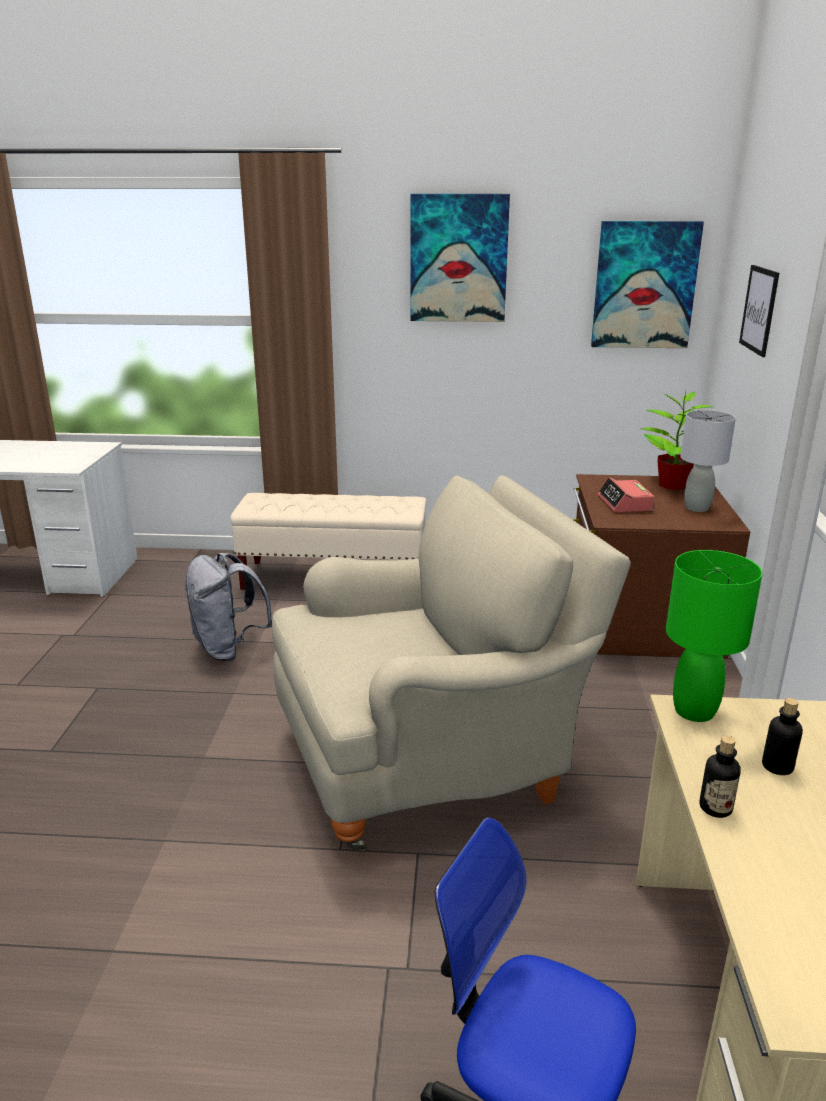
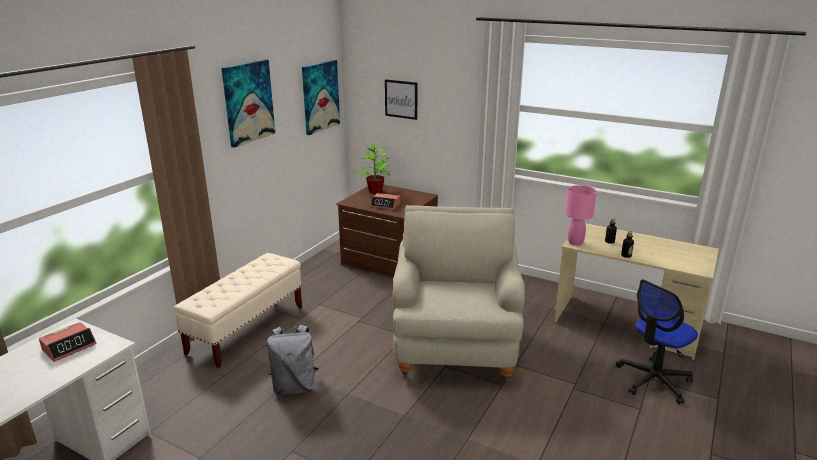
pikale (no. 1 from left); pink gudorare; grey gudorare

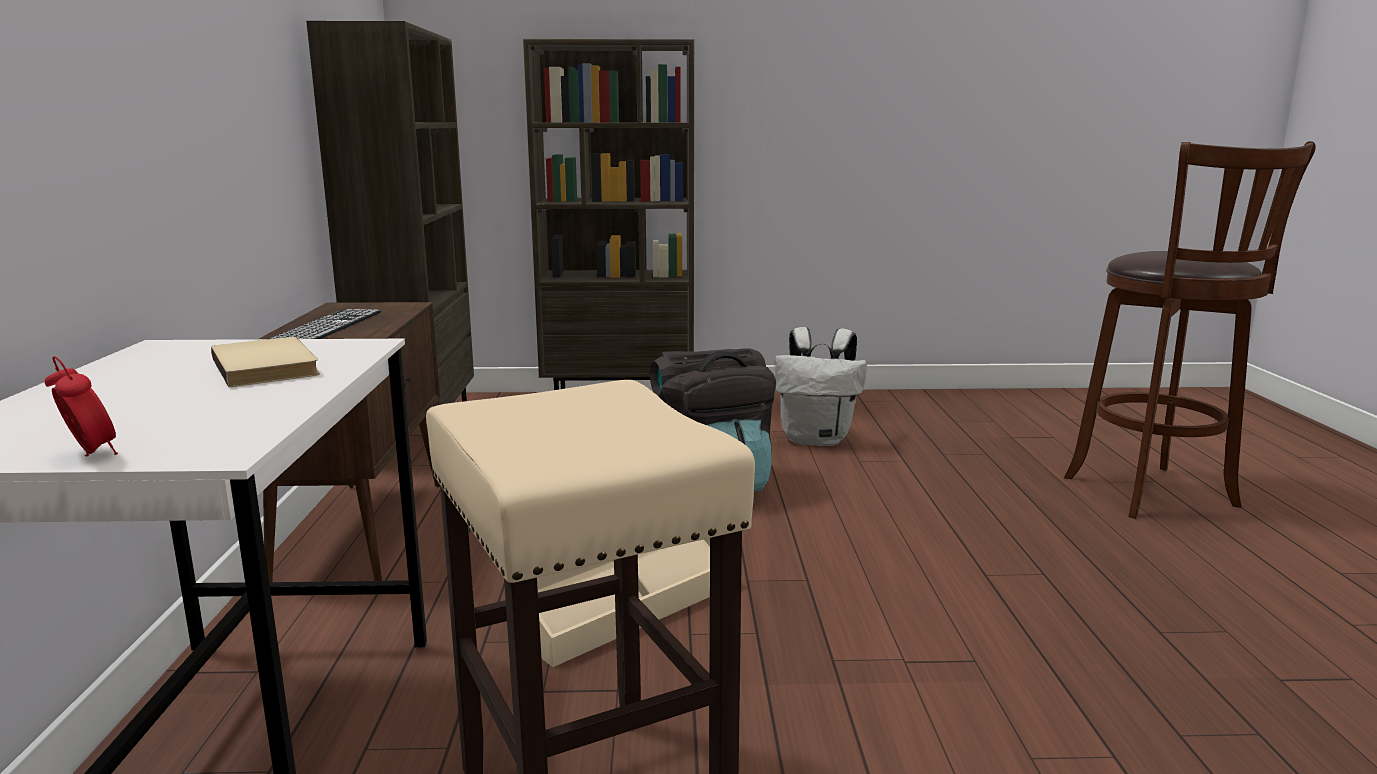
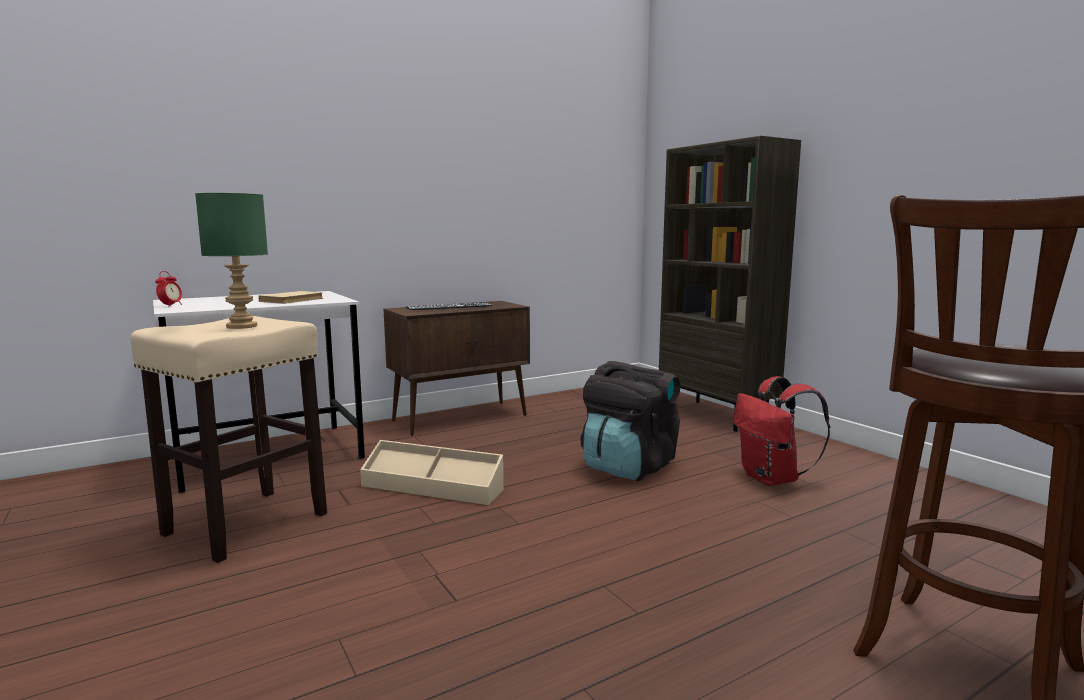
green gudorare; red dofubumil; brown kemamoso (no. 1 from left in the first image)

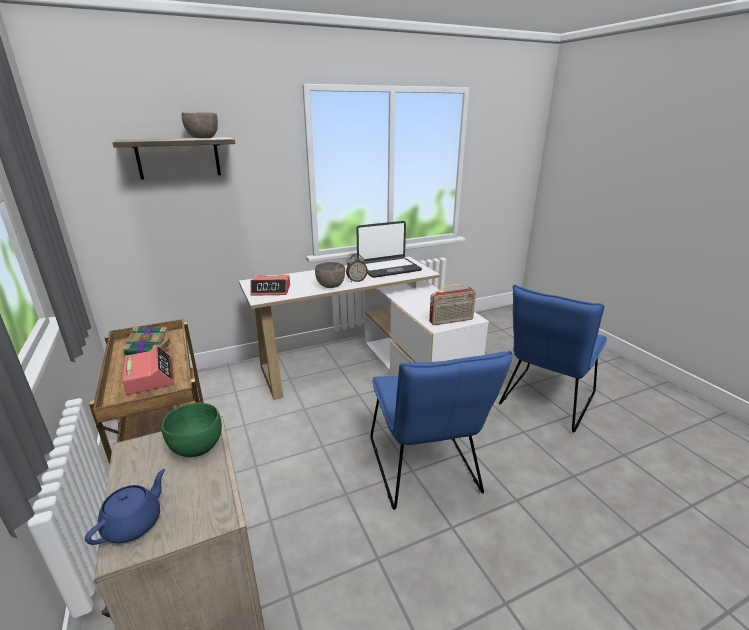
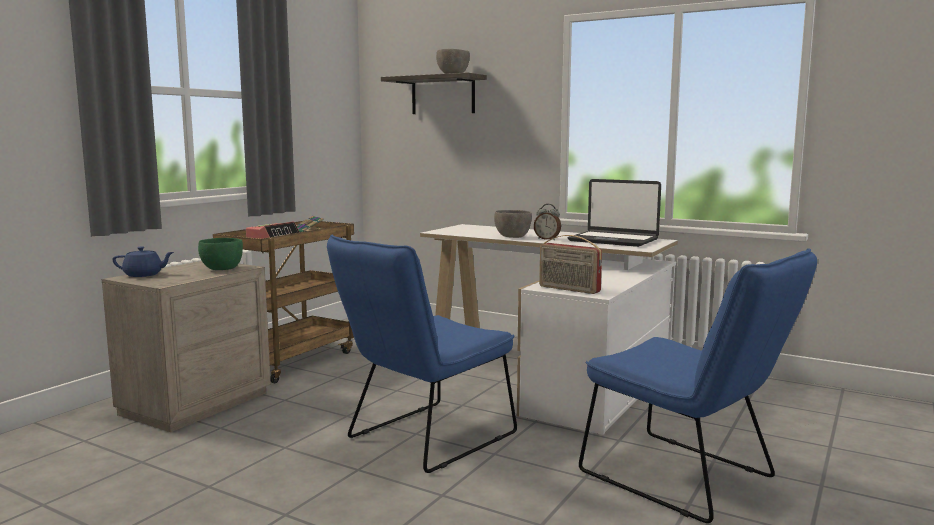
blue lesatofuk (no. 2 from left); pikale (no. 2 from left in the first image)

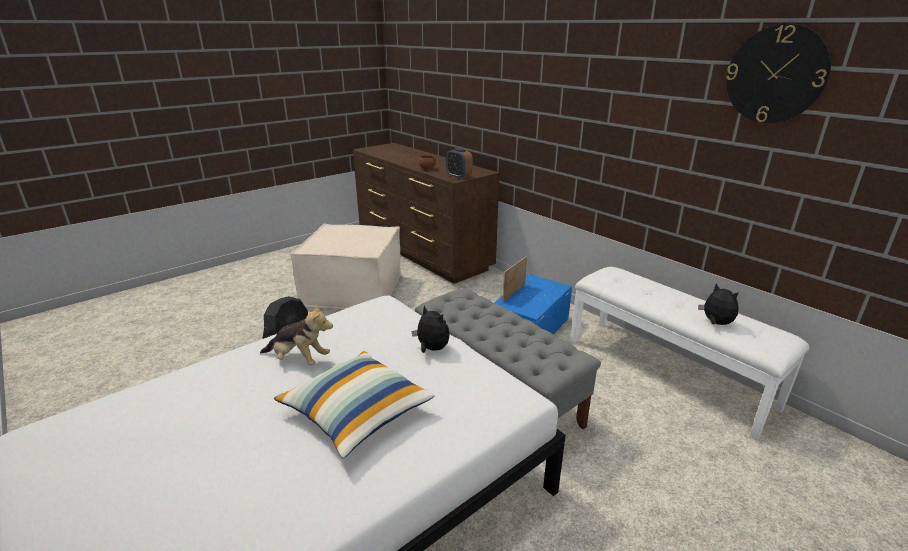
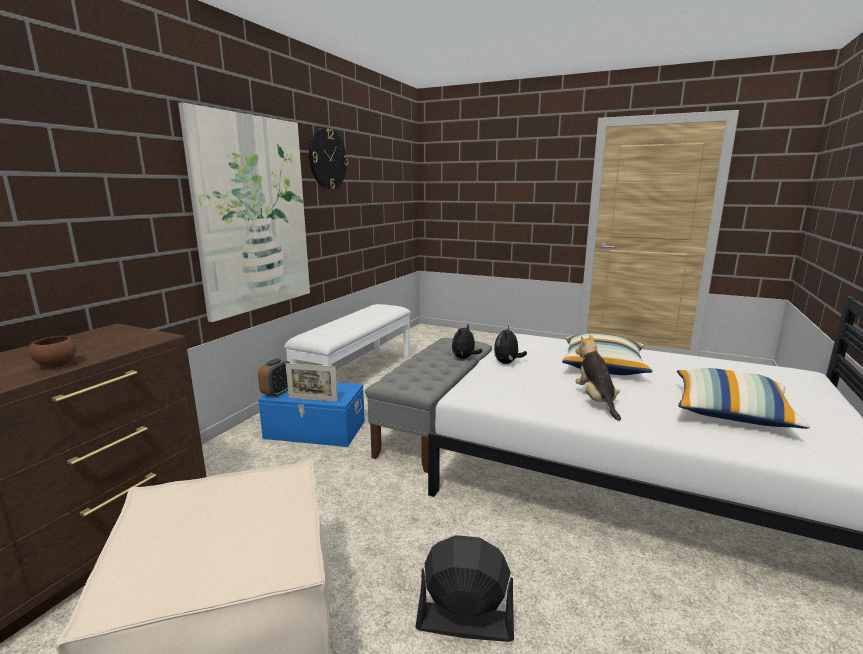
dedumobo; pikale; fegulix (no. 1 from left); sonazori (no. 2 from left)

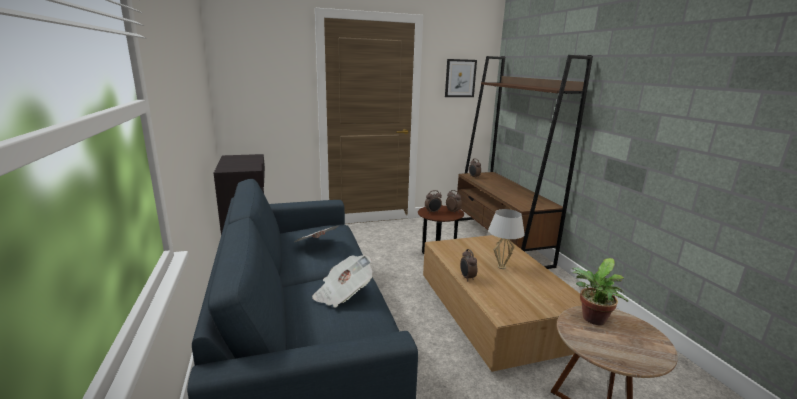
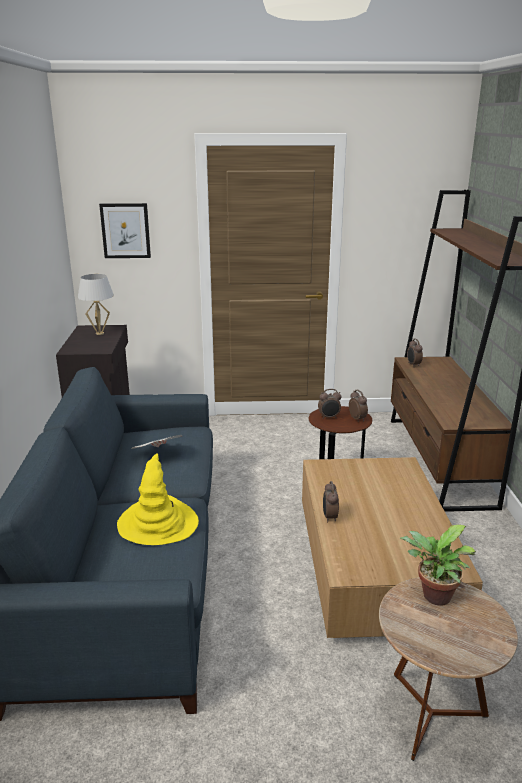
white gudorare; dedumobo; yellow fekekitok

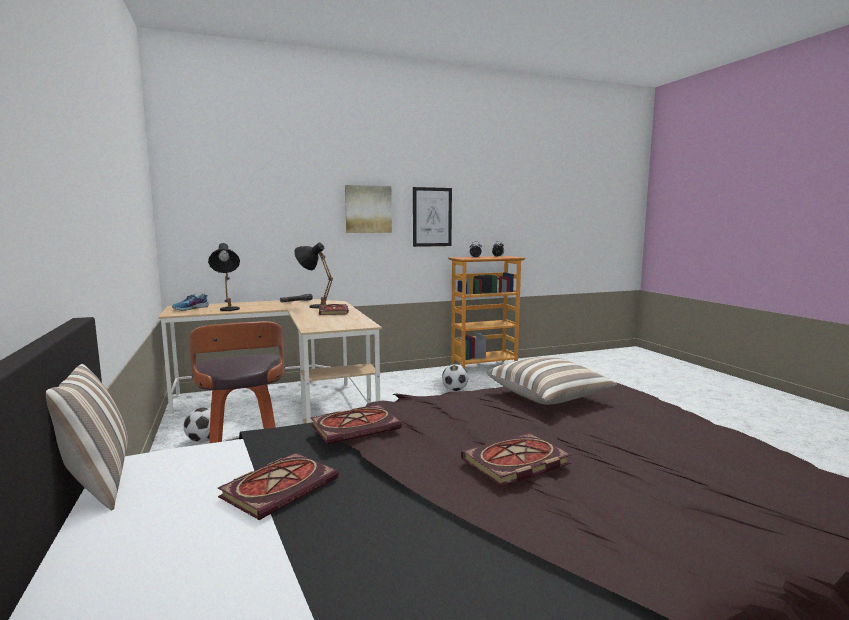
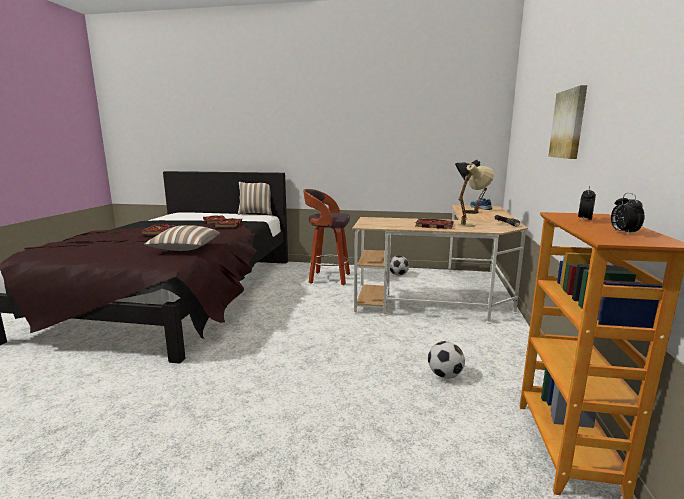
beige gudorare; dedumobo (no. 2 from left in the first image)

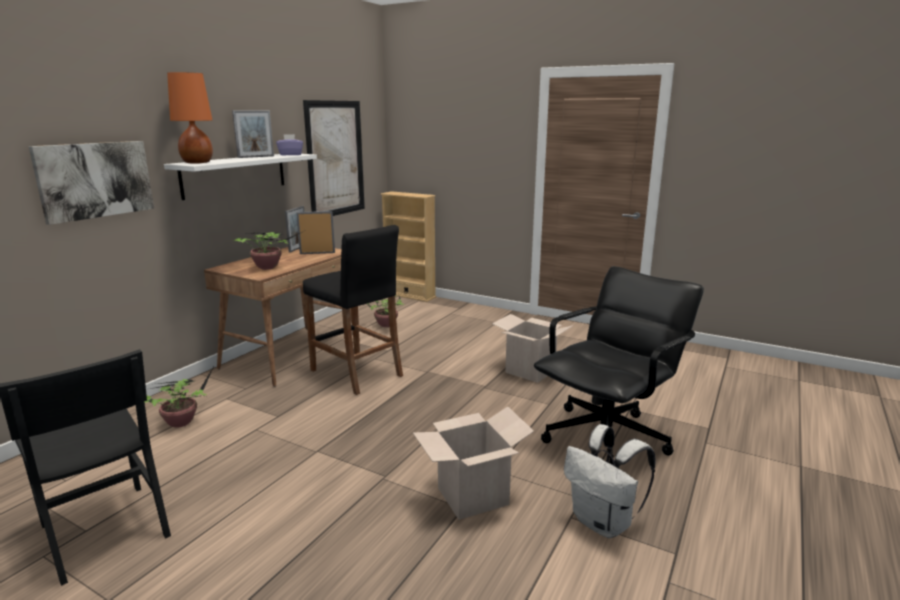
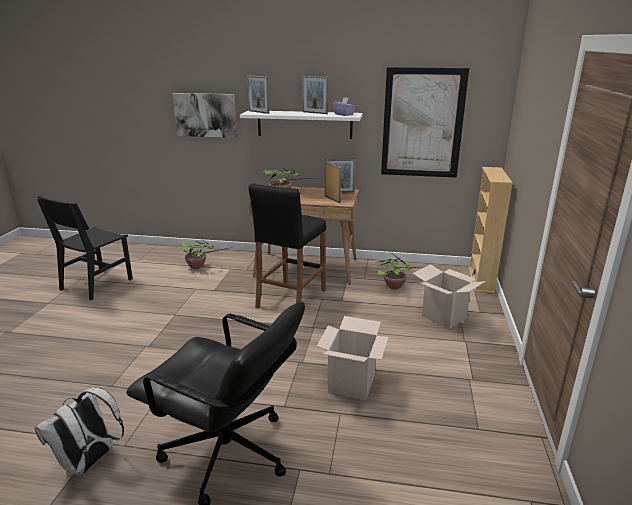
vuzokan (no. 1 from left); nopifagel (no. 2 from left)

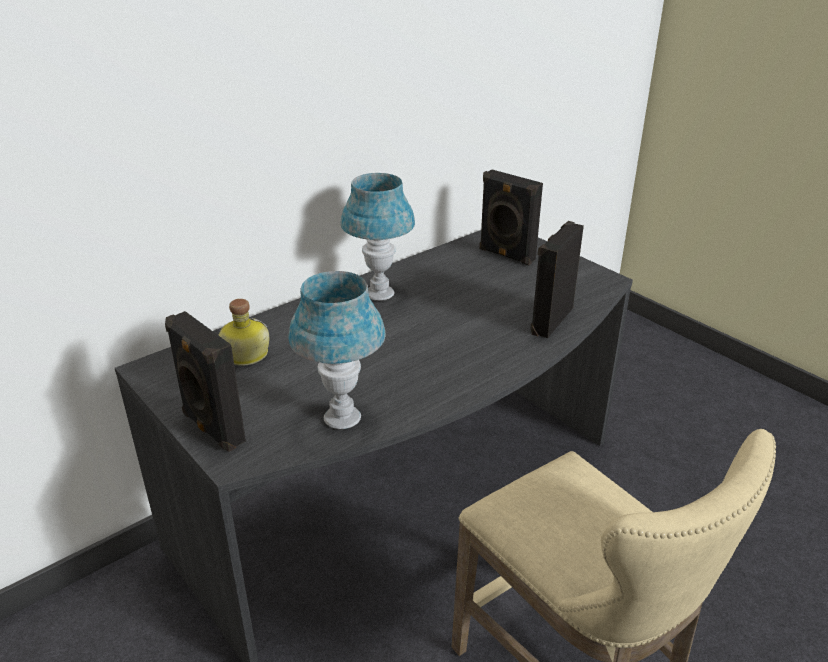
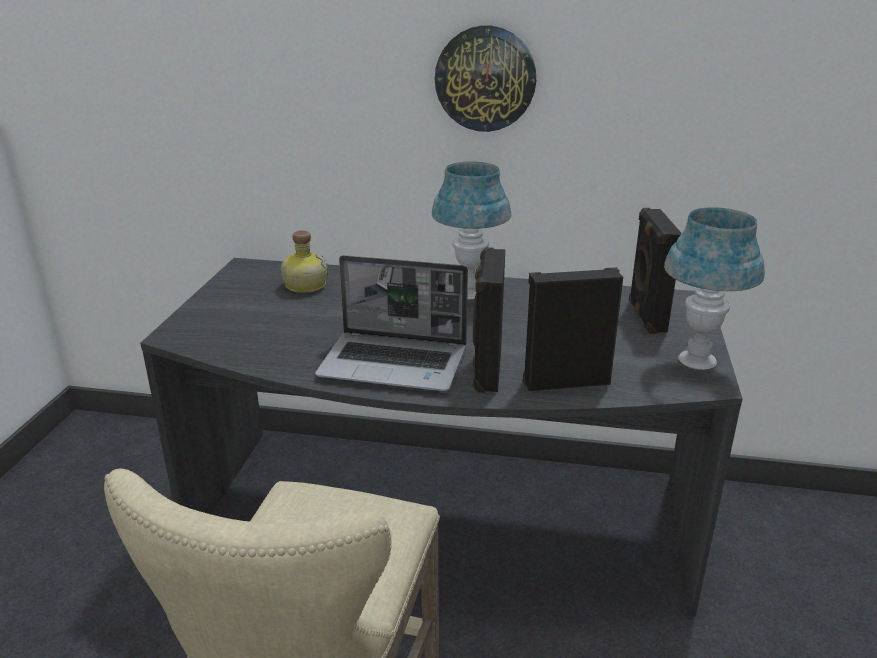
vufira; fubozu; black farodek (no. 1 from left); blue gudorare (no. 2 from left)

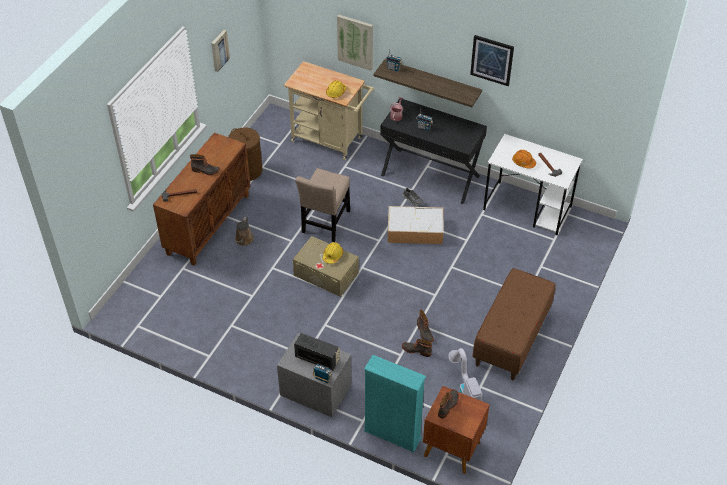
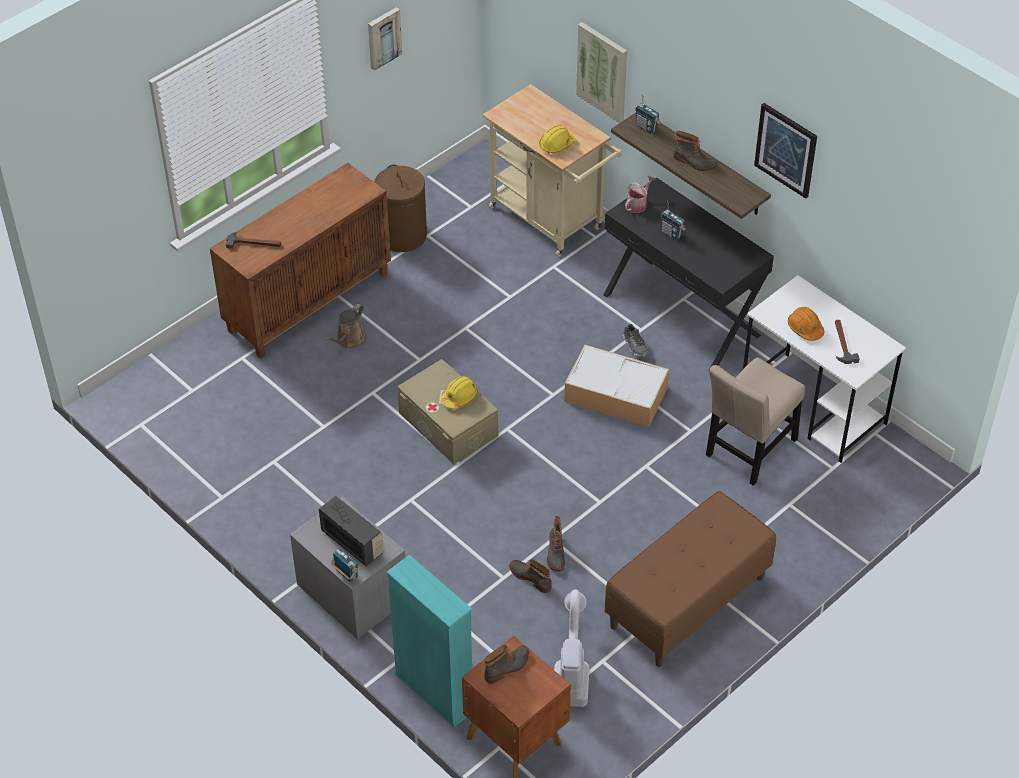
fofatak (no. 4 from left); beige lesatofuk

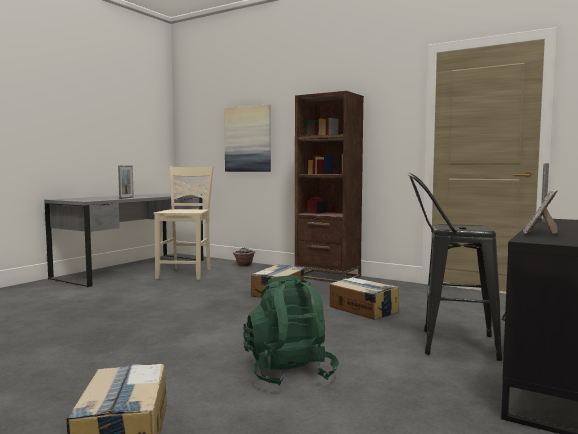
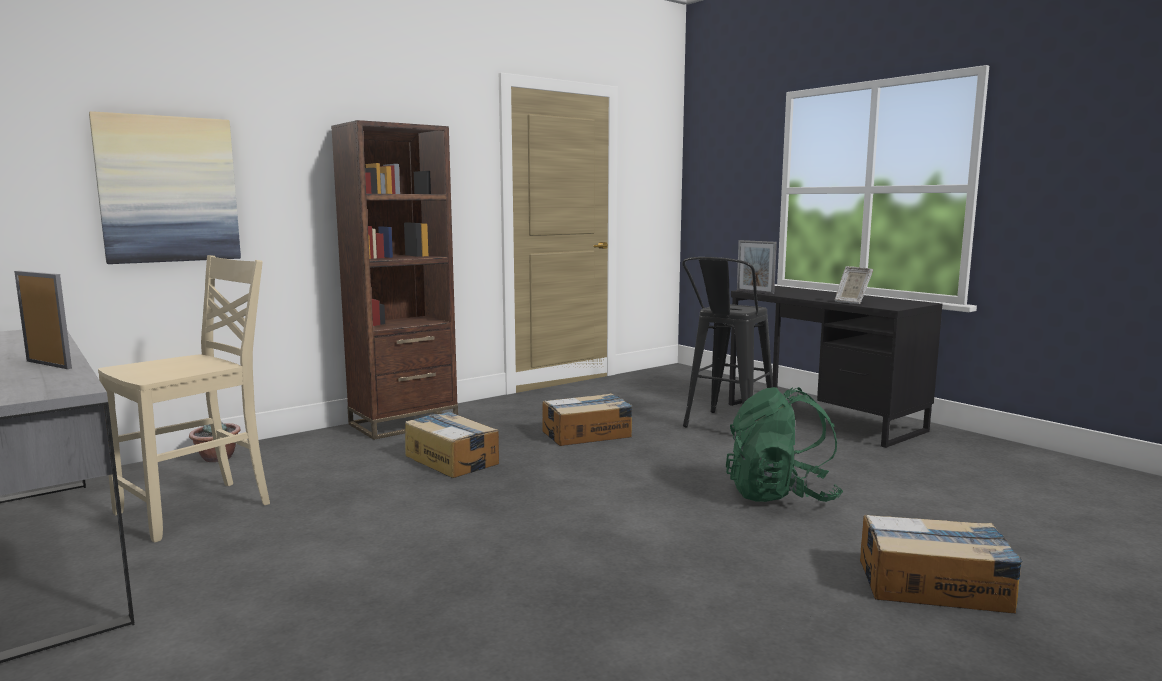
beige lesatofuk

